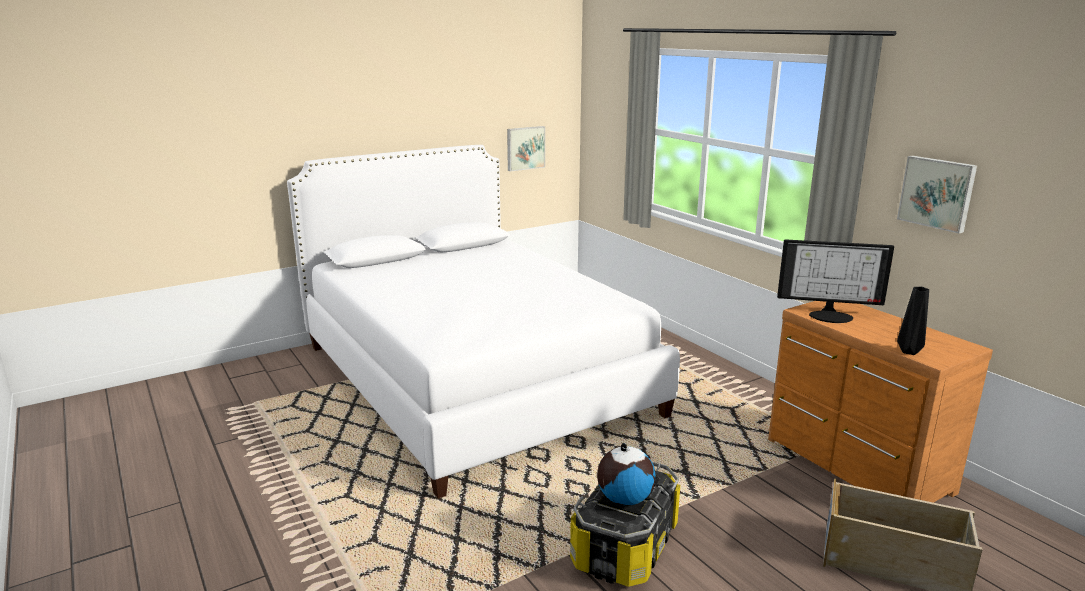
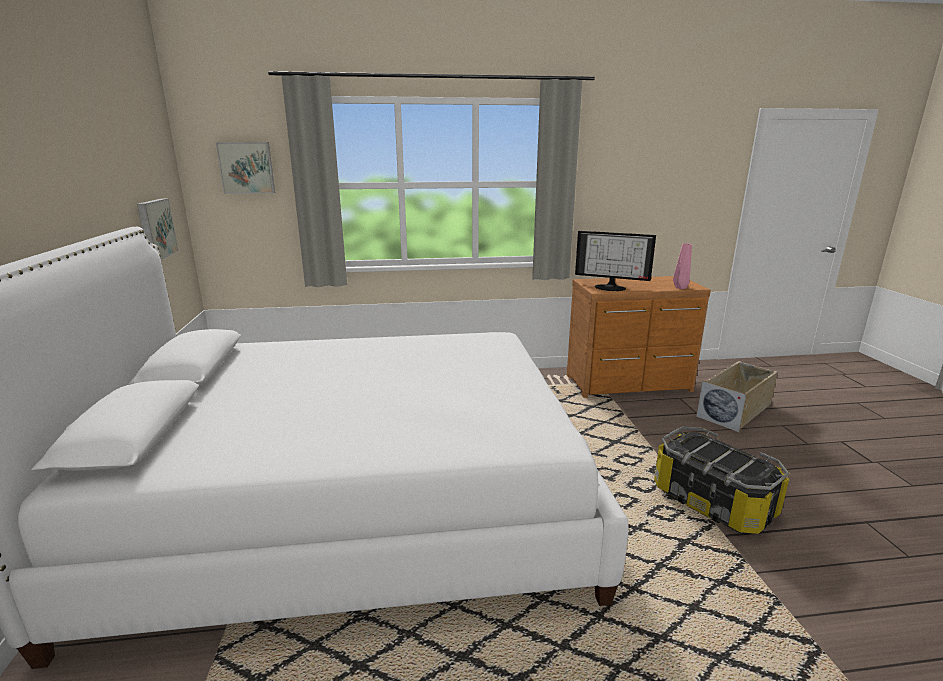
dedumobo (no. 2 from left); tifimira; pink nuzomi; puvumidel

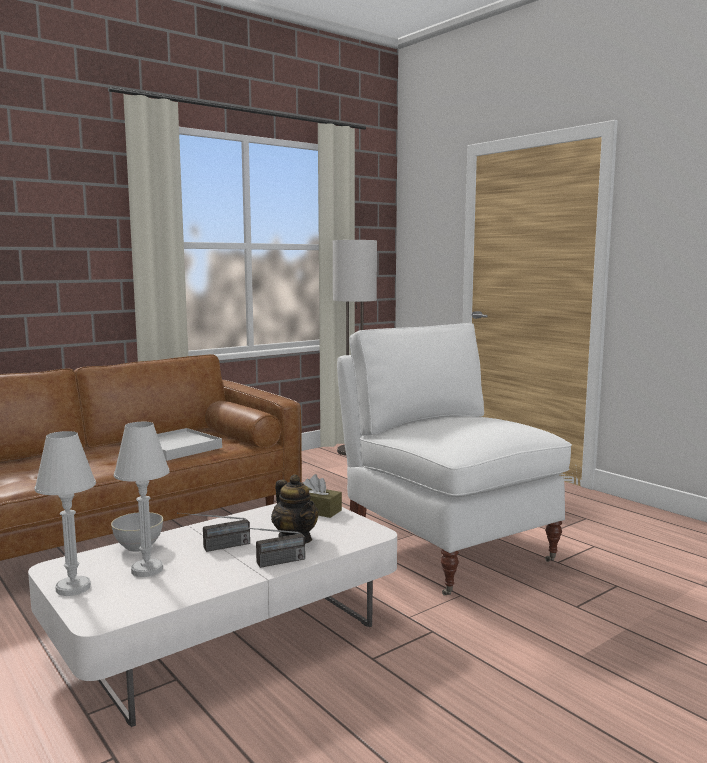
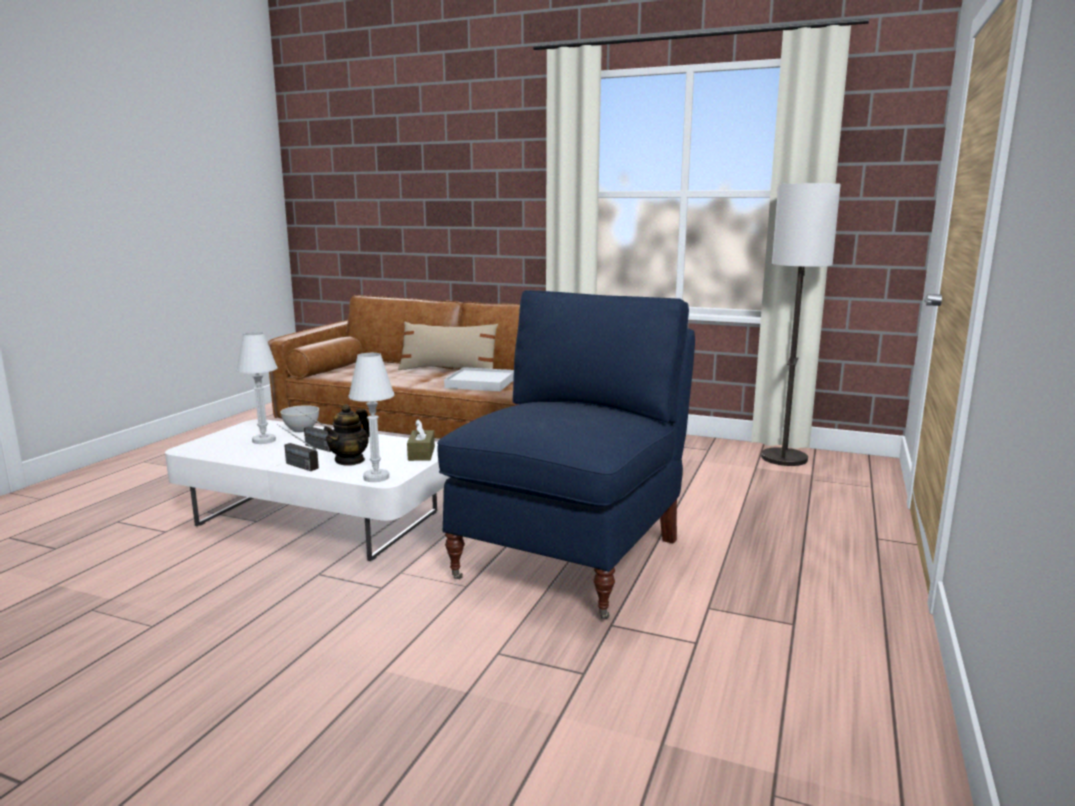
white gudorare (no. 2 from left); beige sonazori; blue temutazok

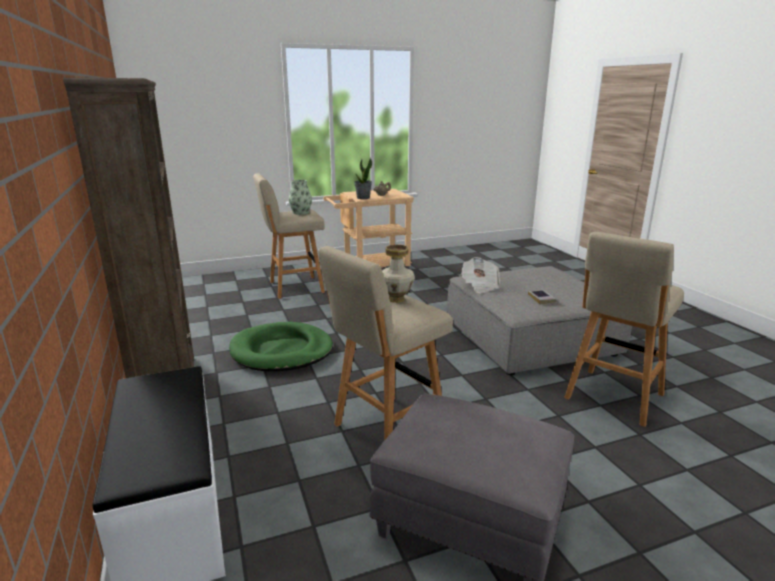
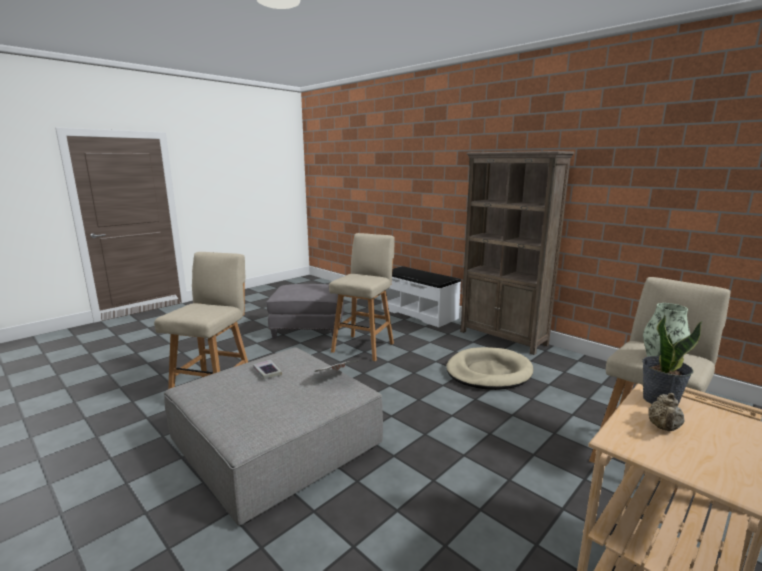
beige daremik; nuzomi (no. 2 from left in the first image)

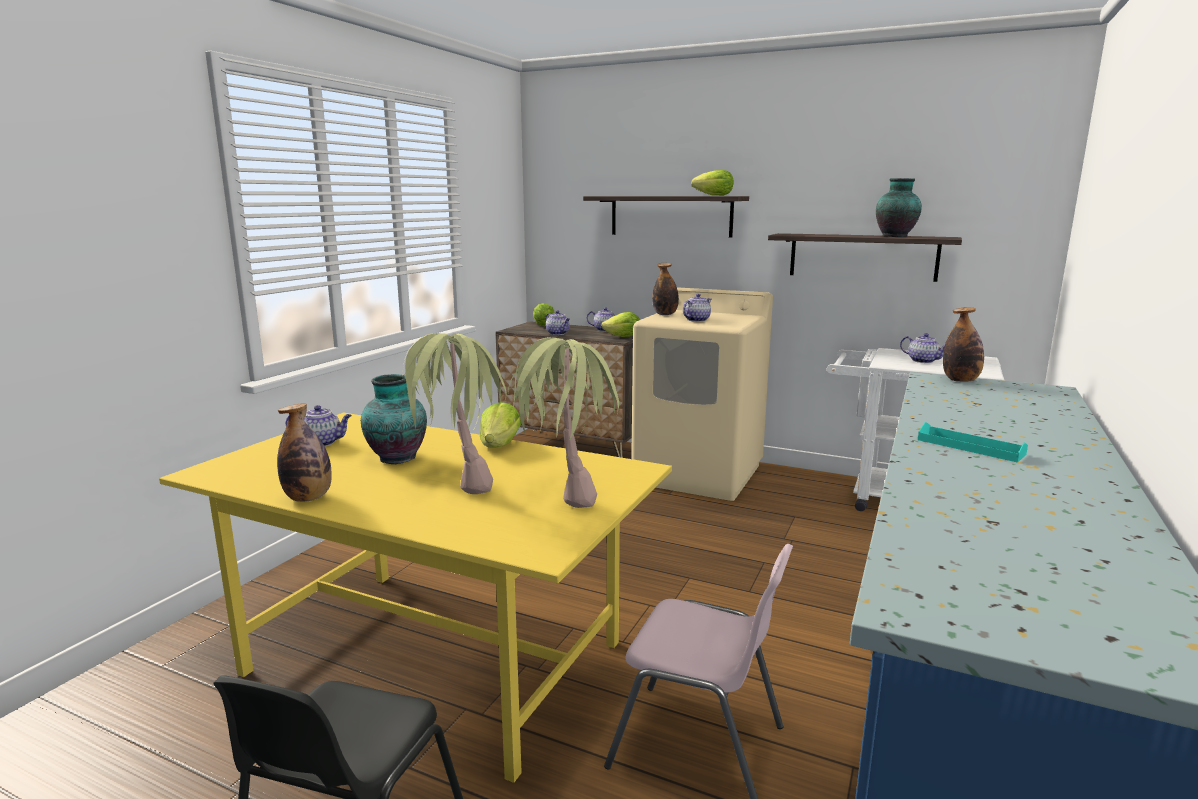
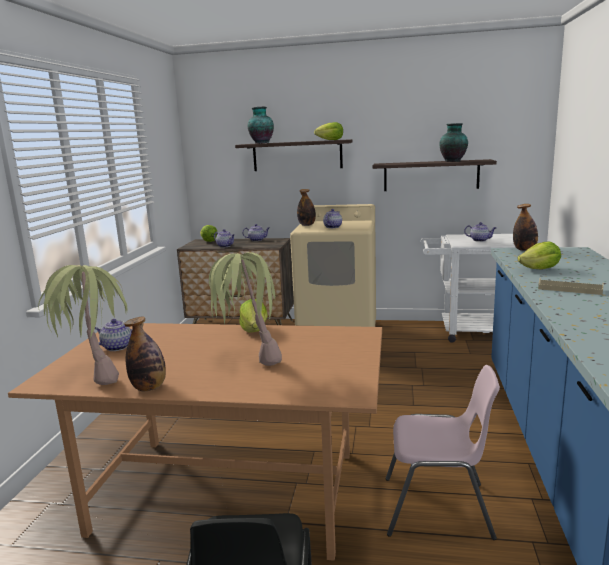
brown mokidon; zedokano (no. 1 from left); nuzomi (no. 1 from left); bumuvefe (no. 4 from left); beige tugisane

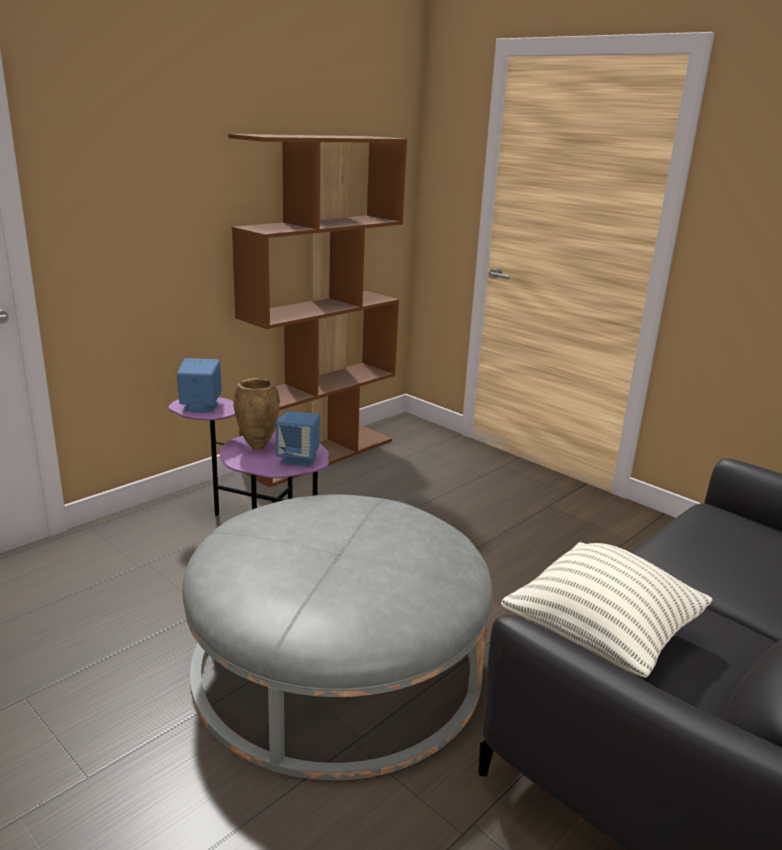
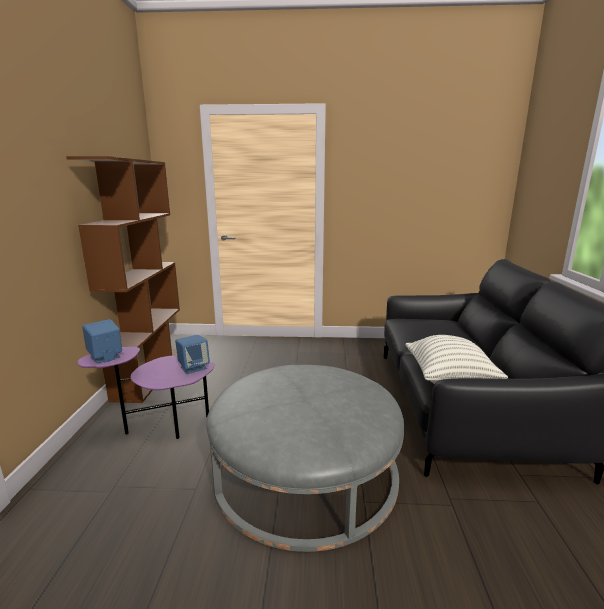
brown nuzomi

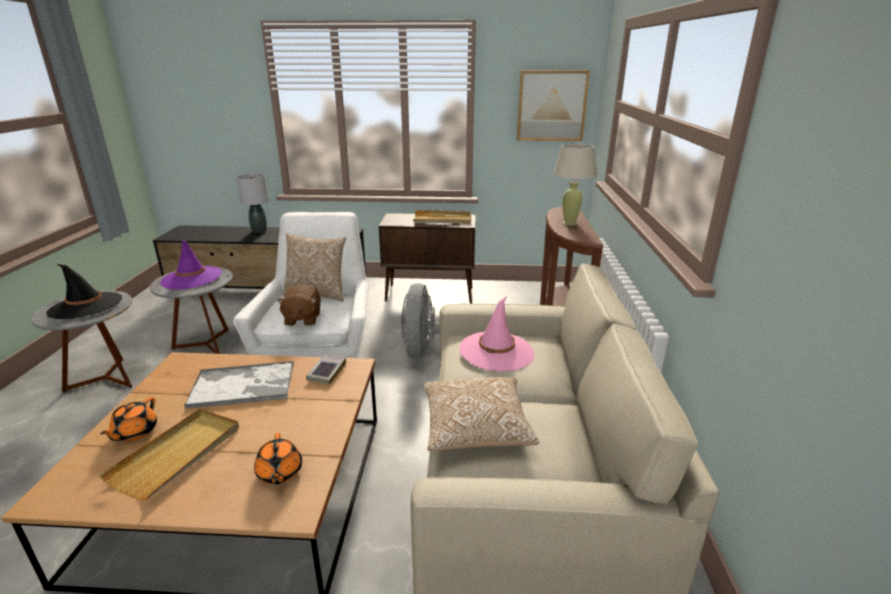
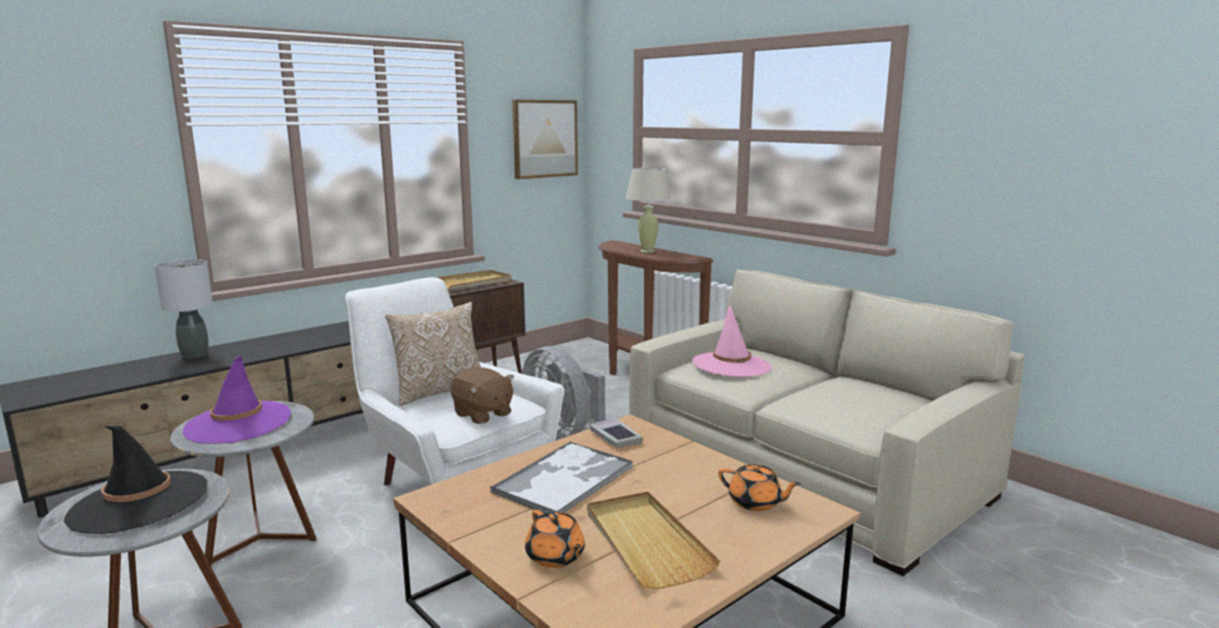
sonazori (no. 2 from left in the first image)

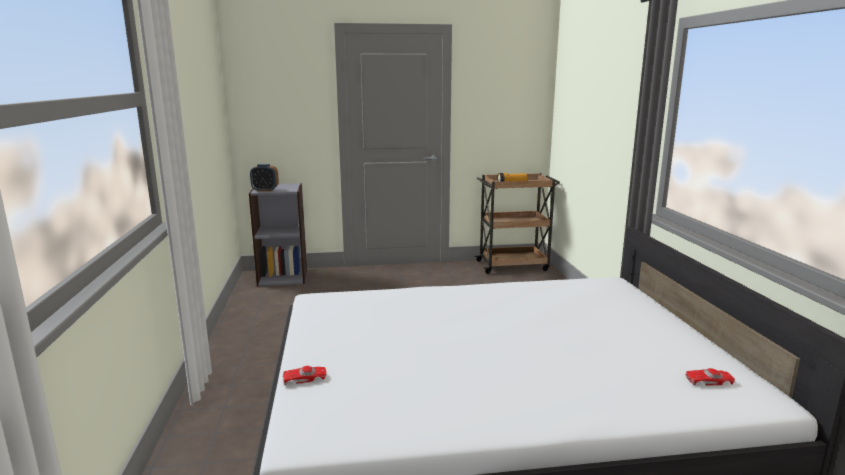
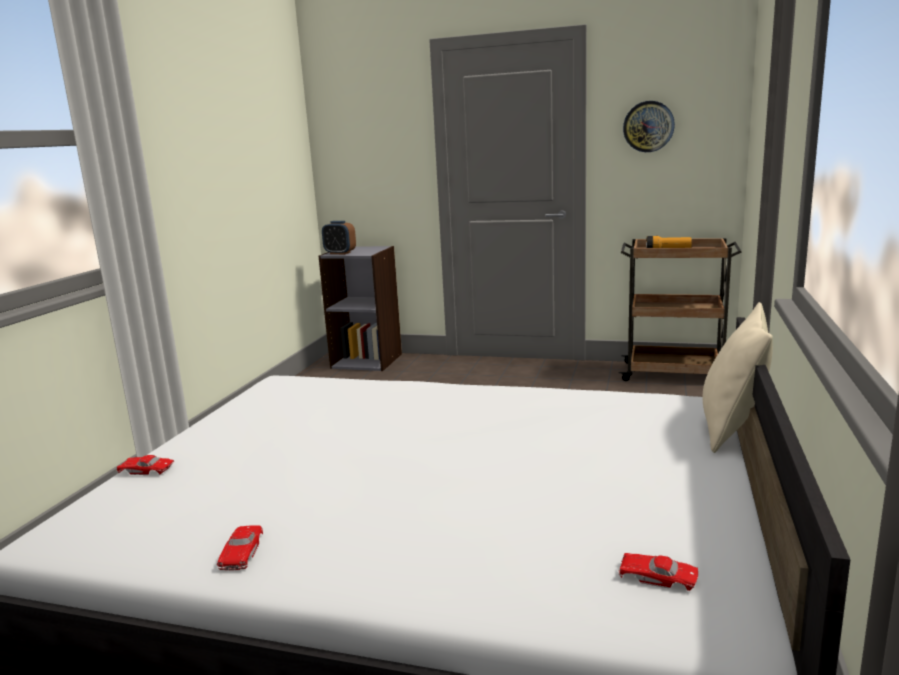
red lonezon (no. 2 from left); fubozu; beige sonazori

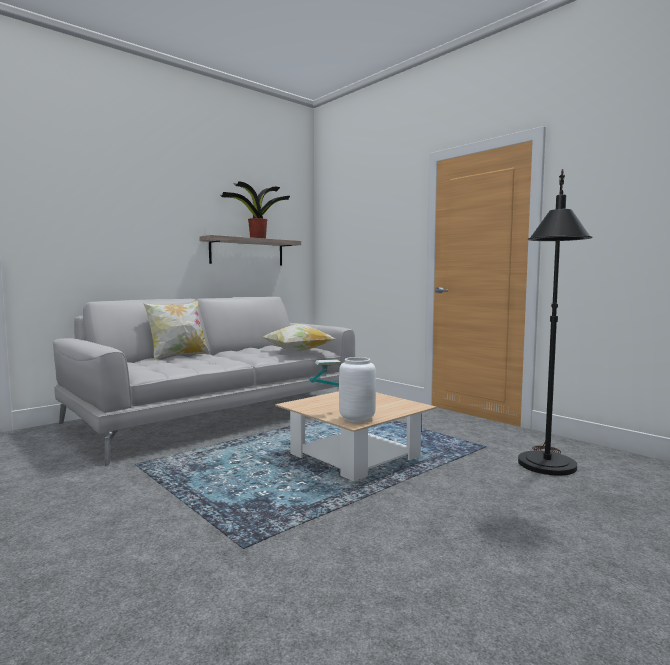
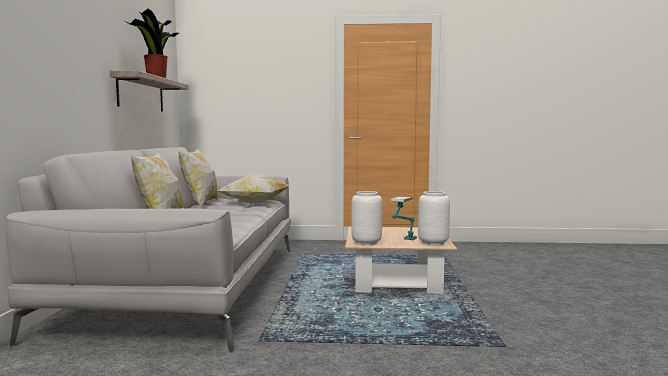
sonazori (no. 2 from left); white nuzomi (no. 1 from left); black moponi

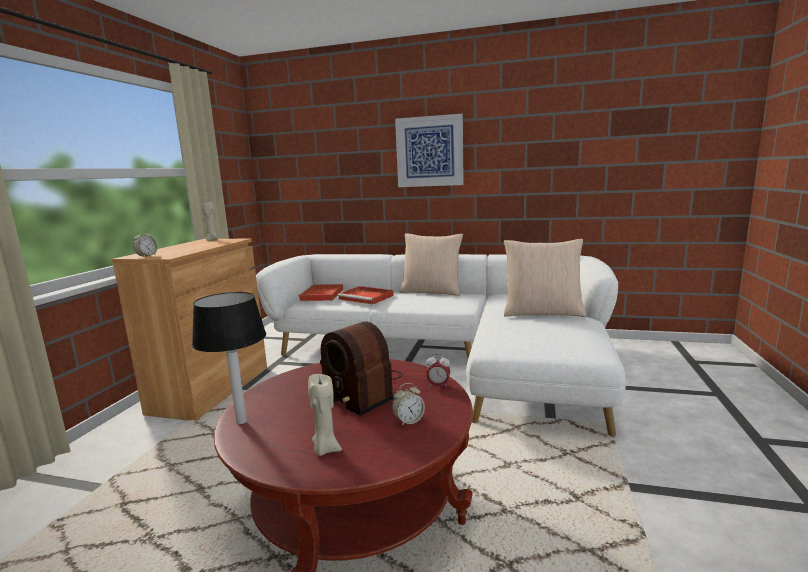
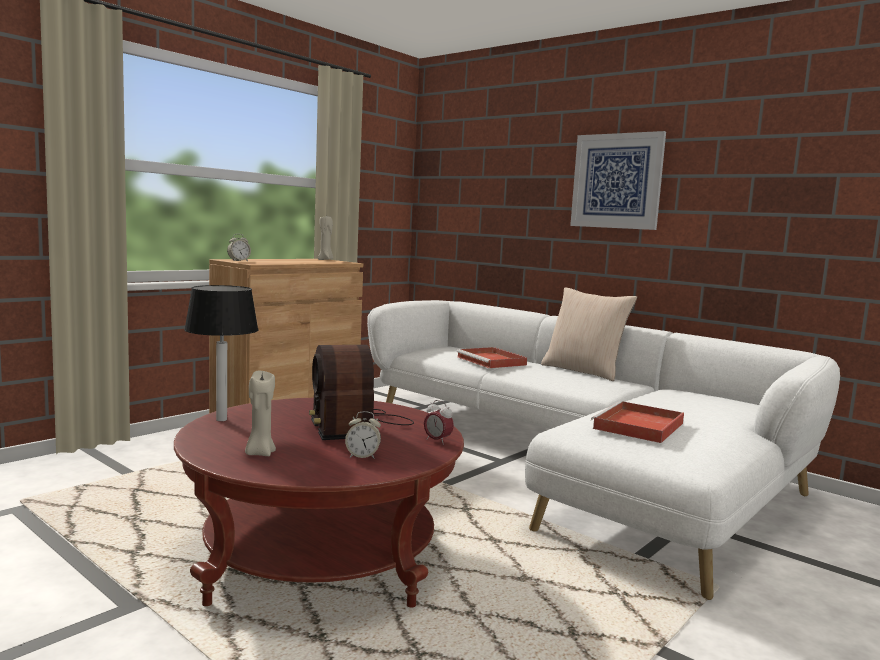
red tugisane (no. 2 from left); beige sonazori (no. 2 from left in the first image)

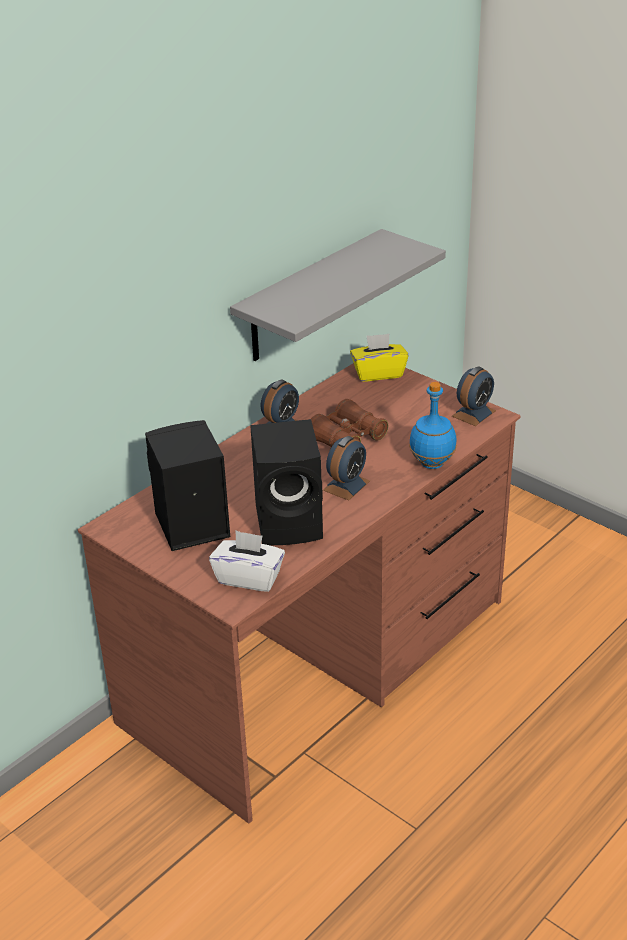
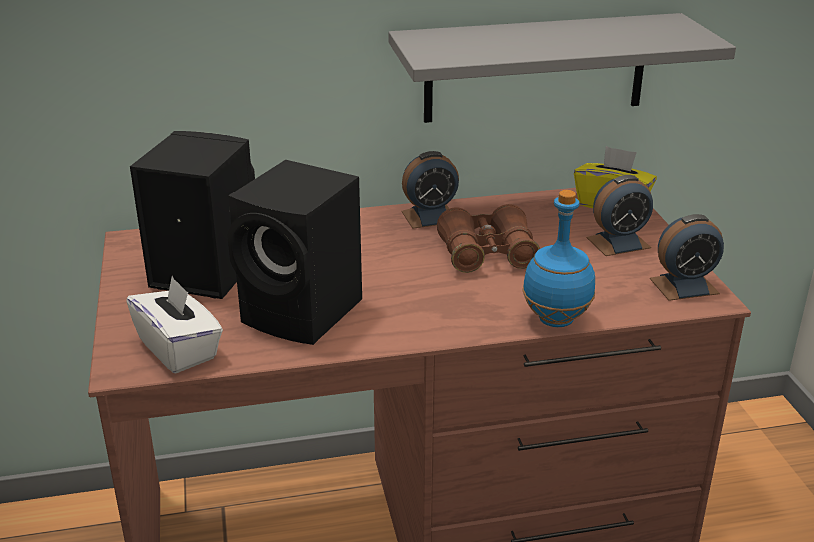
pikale (no. 2 from left)

